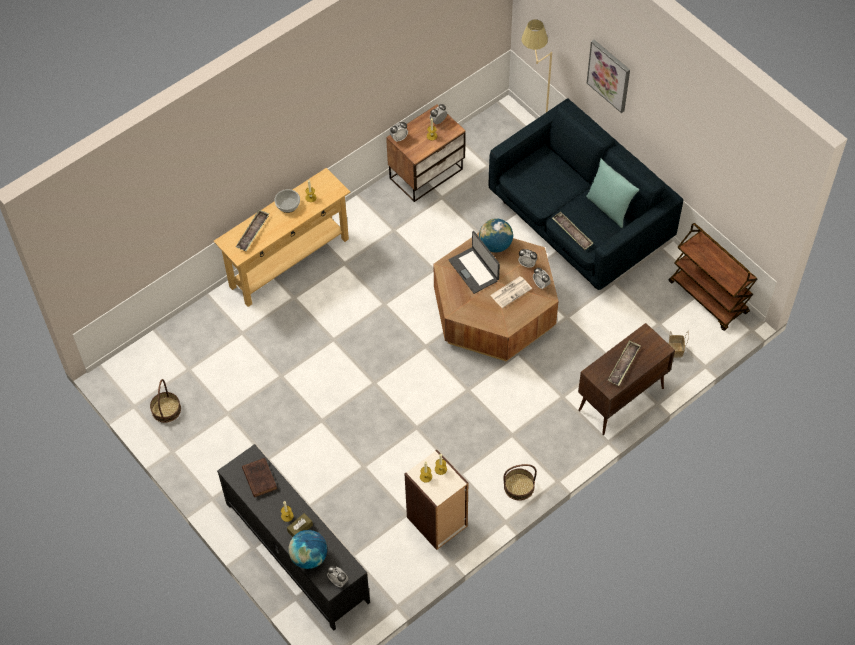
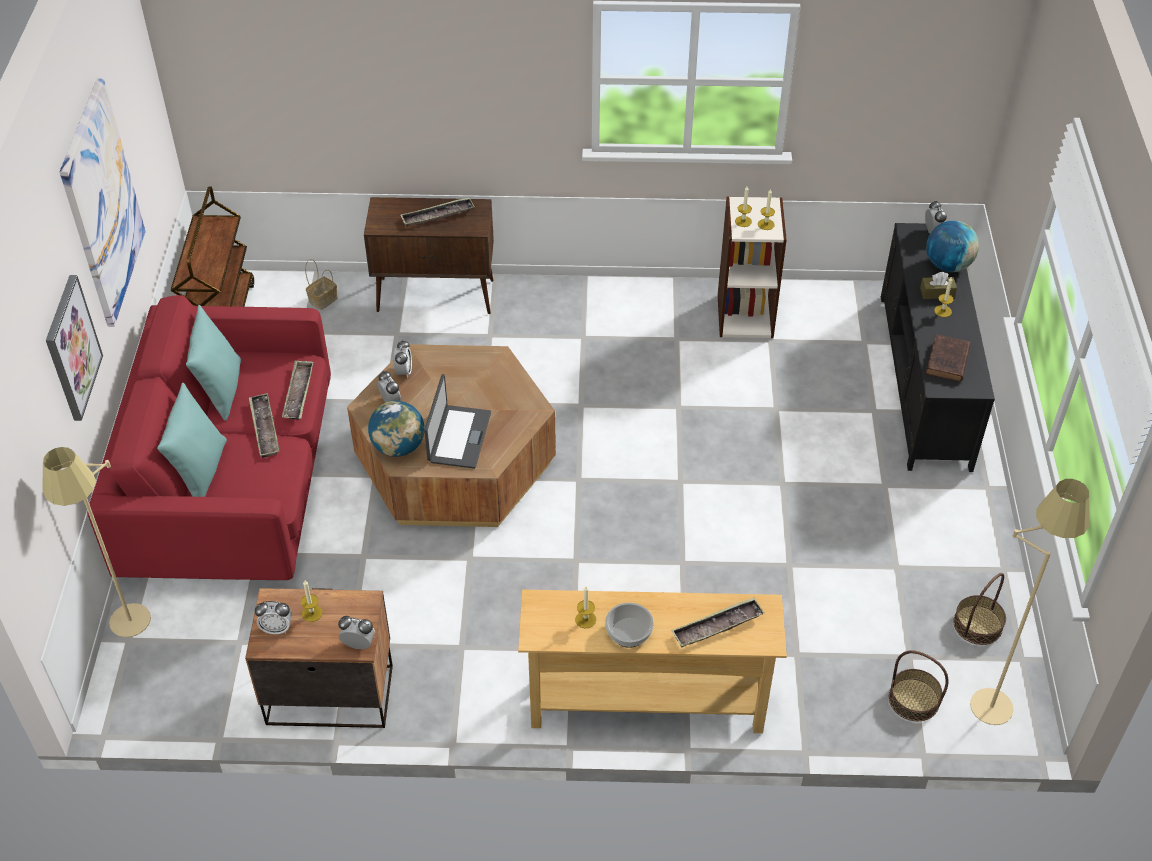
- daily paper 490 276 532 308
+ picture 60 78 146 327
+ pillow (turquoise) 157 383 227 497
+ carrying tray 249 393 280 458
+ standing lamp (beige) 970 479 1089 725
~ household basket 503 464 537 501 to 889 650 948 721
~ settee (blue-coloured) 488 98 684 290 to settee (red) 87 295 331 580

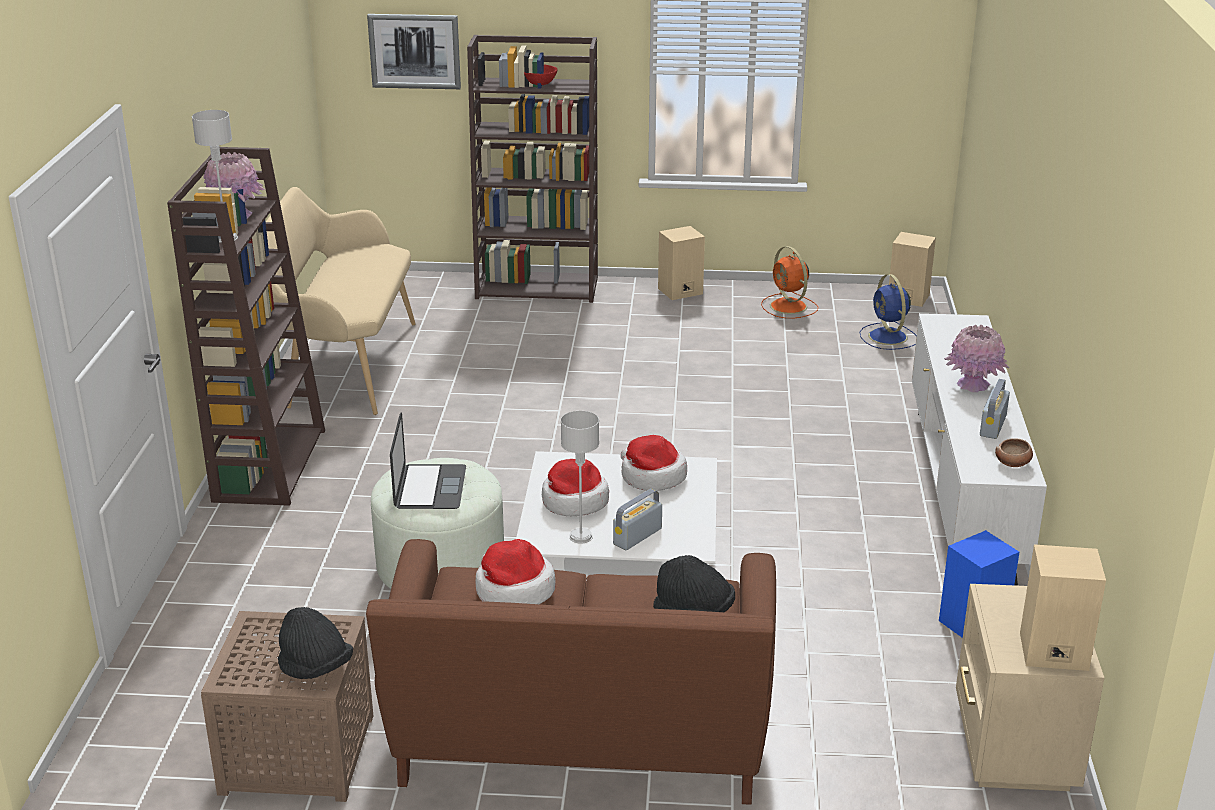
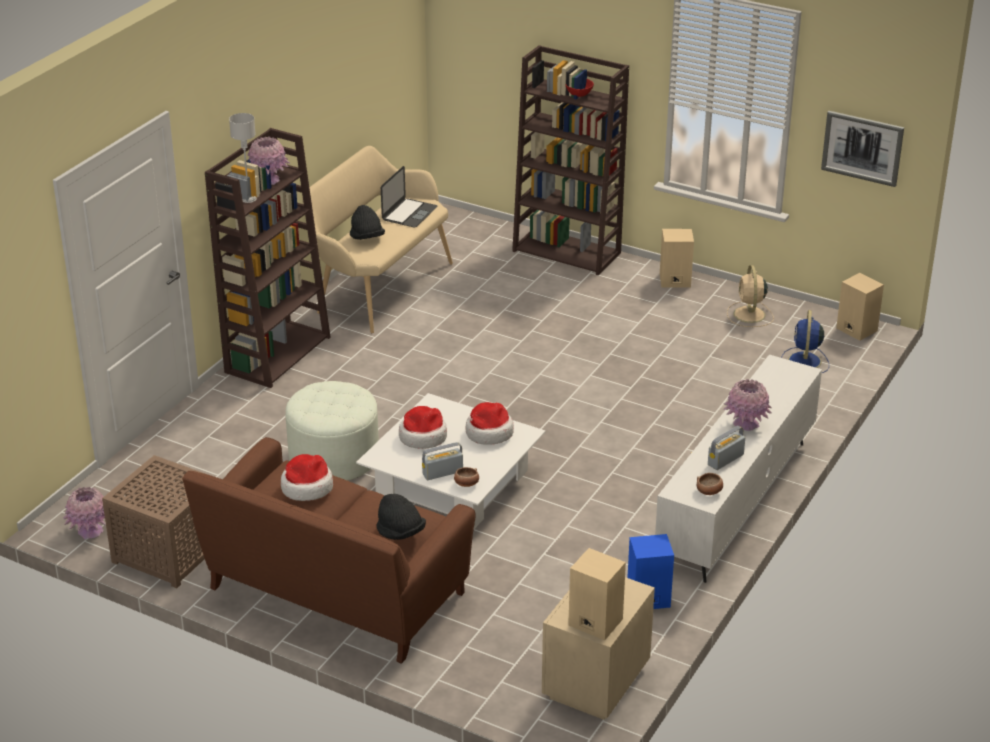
- tabletop lamp (gray) 561 411 599 543
+ flower vase (pink) 63 487 105 539
+ serving bowl 454 467 479 487
~ clothing hat (blackish) 278 607 353 679 to 350 205 385 240
~ picture 367 14 461 89 to 821 111 904 187
~ laptop 390 412 466 509 to 381 166 437 227
~ fan (orange-coloured) 761 246 818 318 to fan (beige) 727 265 774 327

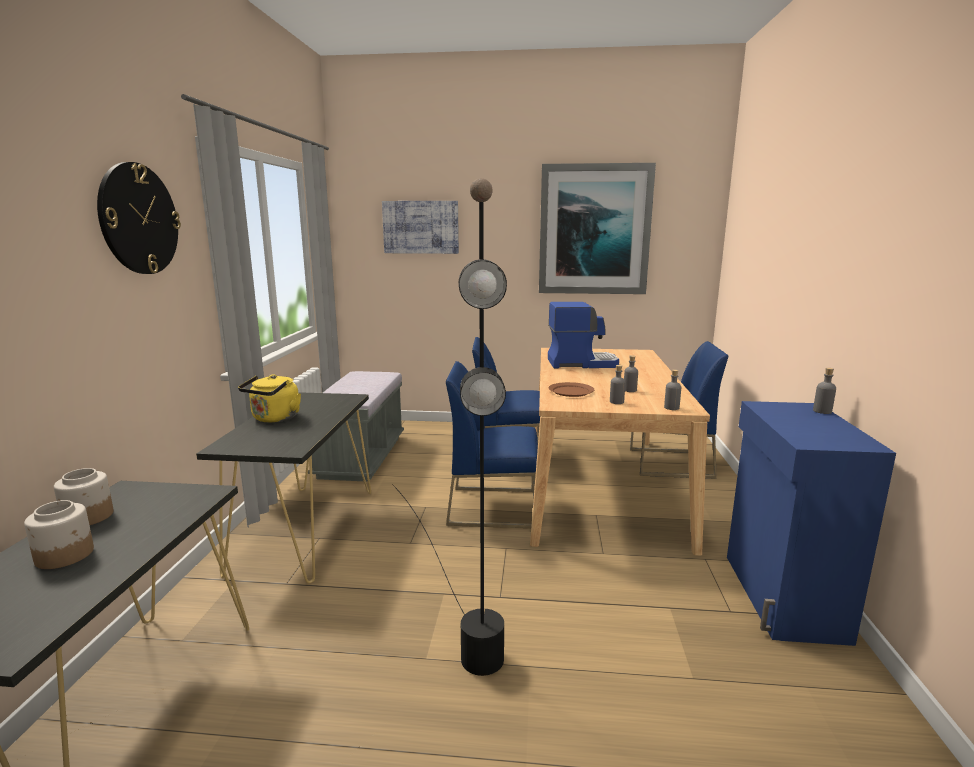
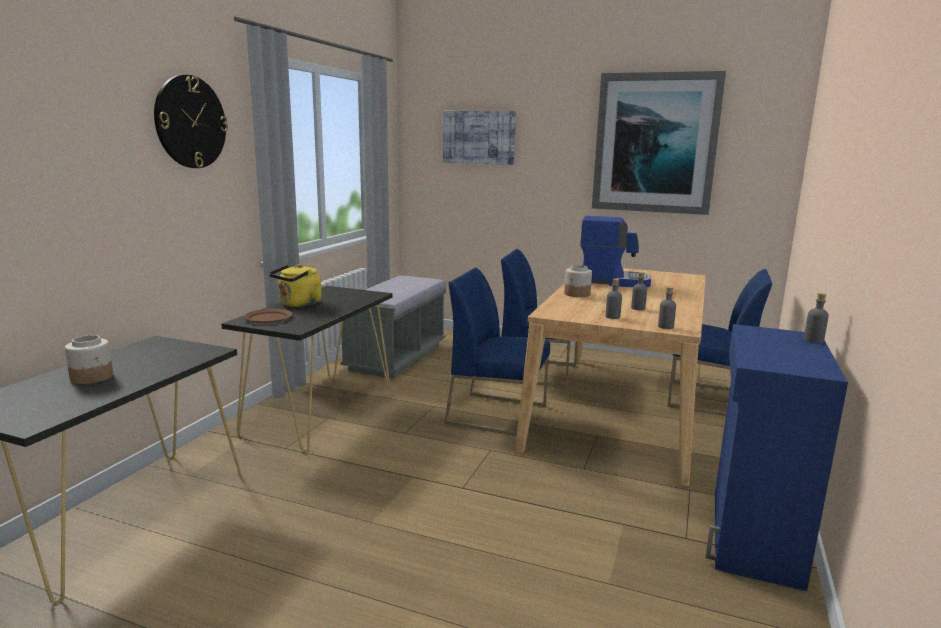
- standing lamp (blackish) 392 178 507 676
~ preserve jar 54 468 114 525 to 564 265 592 297
~ flat dish (brown-coloured) 549 382 594 397 to 244 309 293 323

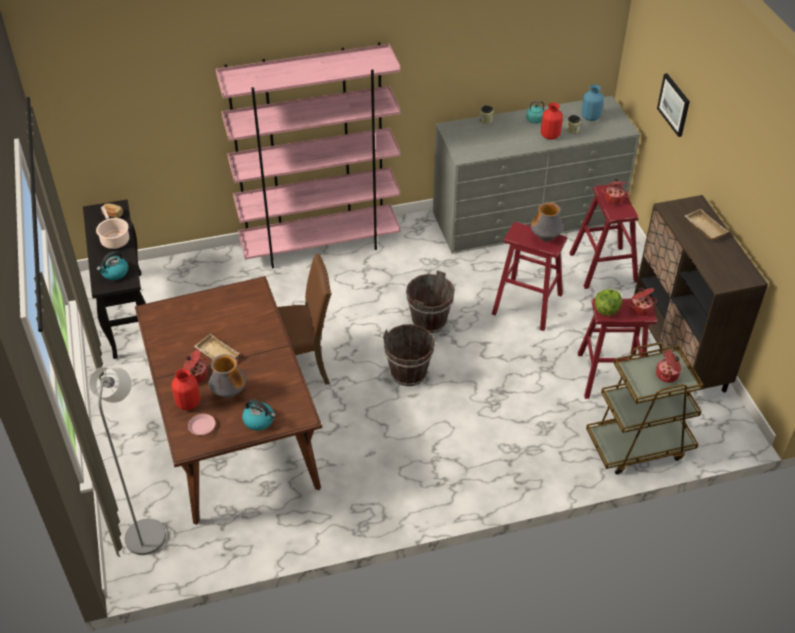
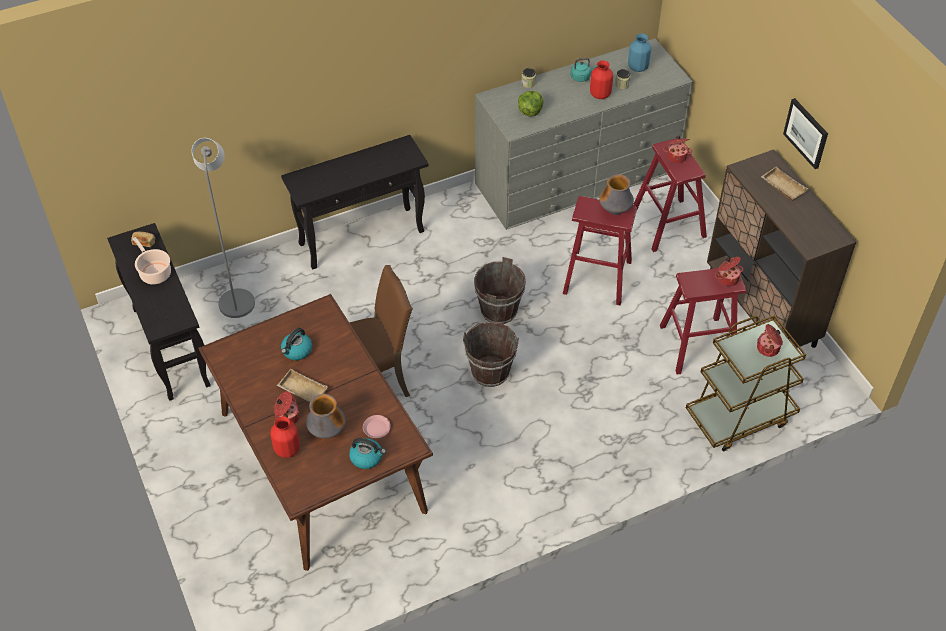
~ standing lamp (gray) 89 367 166 555 to 192 138 255 318
~ tea kettle 97 251 128 280 to 281 328 312 360
~ flat dish (pink) 188 414 215 435 to 363 415 391 438
~ lettuce head 595 289 622 316 to 518 91 543 117
~ picture 657 73 690 137 to 783 98 828 169
~ bookcase (pink) 216 42 401 269 to console table (blackish) 281 135 429 269

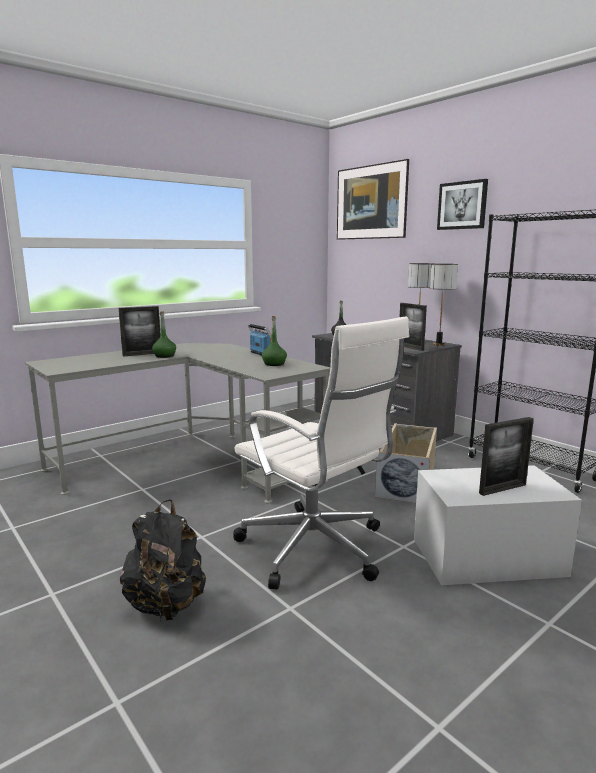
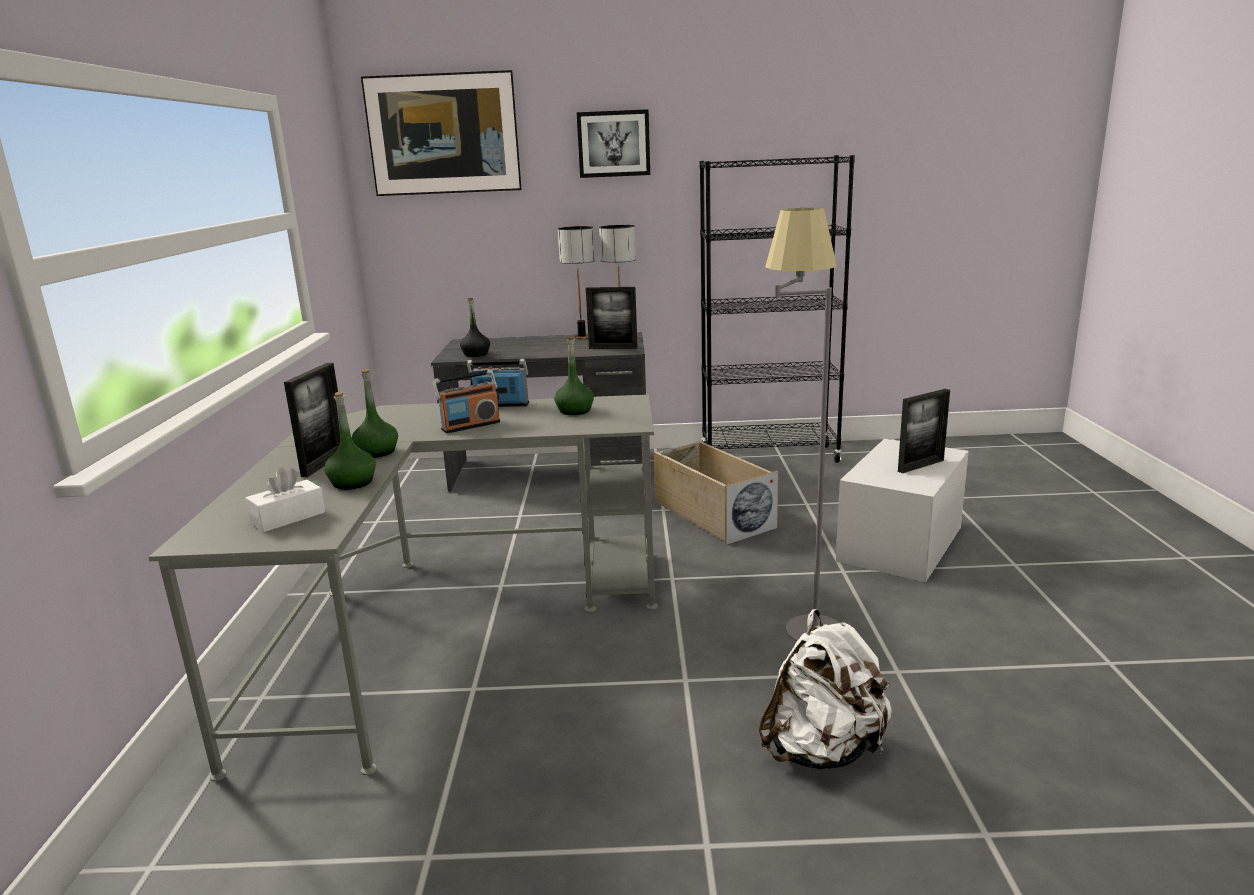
+ tissue holder (whitish) 245 467 325 532
+ beverage bottle (greenish) 324 391 376 490
+ radio 432 369 500 433
~ desk chair (whitish) 233 317 409 590 to standing lamp (gray) 765 208 839 641
~ rucksack (blackish) 120 499 206 621 to rucksack (whitish) 759 609 892 770
~ standing frame 479 417 534 496 = 898 389 950 473 45 degrees clockwise

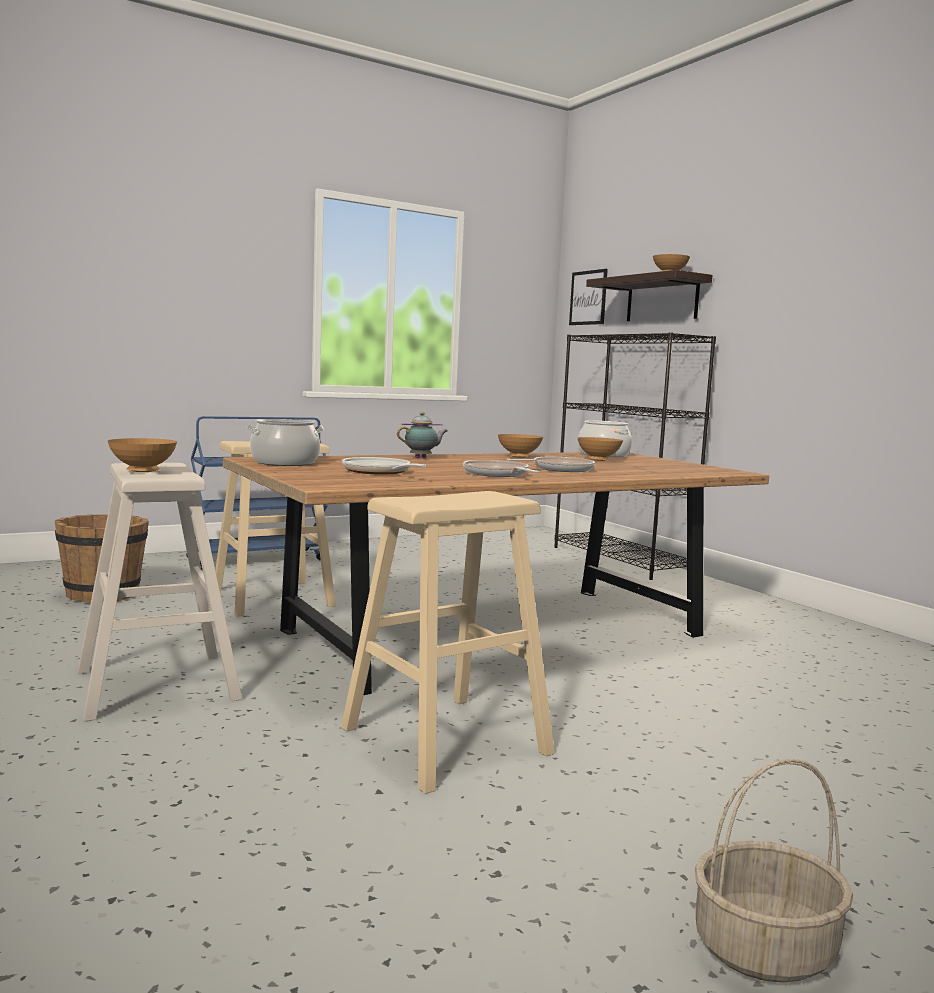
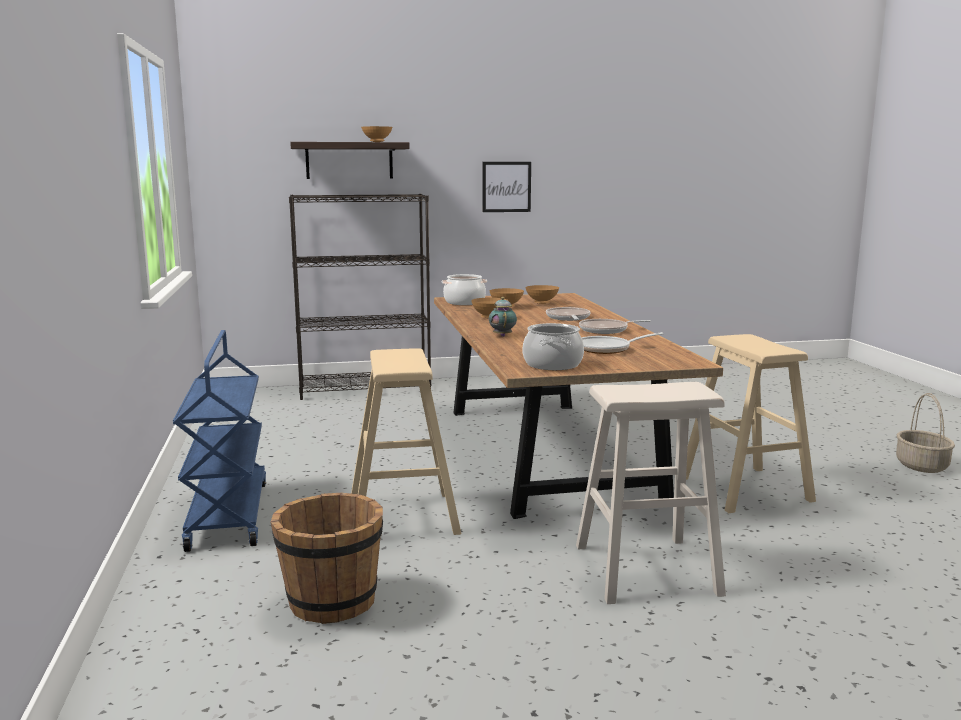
~ serving bowl (brown-coloured) 108 438 177 472 to 525 285 559 304
~ picture 569 269 608 325 to 482 162 531 212

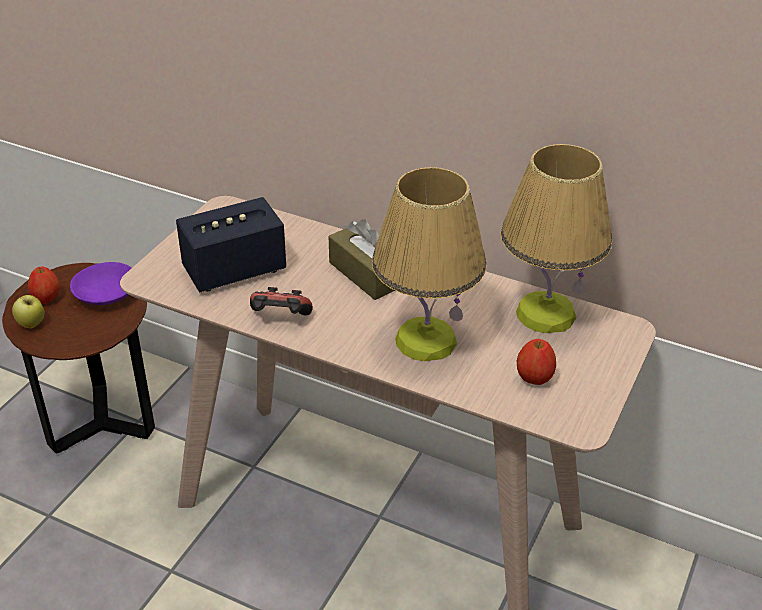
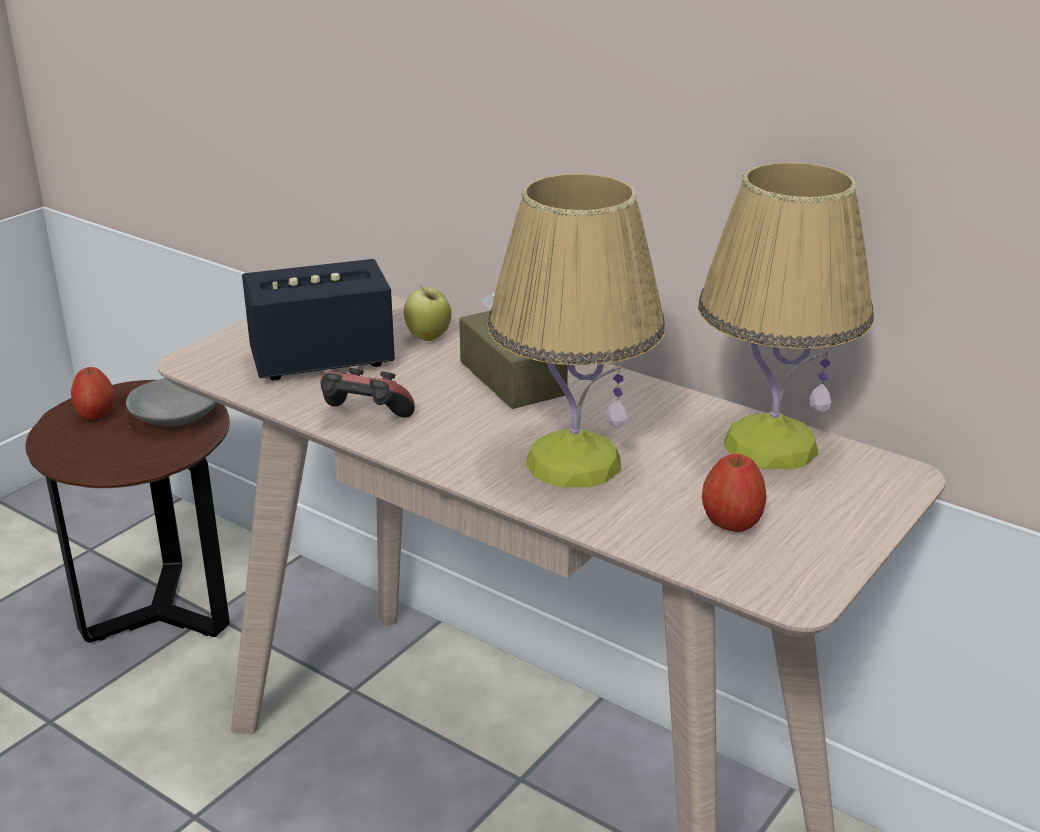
~ apple fruit 12 295 44 328 to 404 285 452 341
~ serving bowl (purplish) 70 262 131 305 to serving bowl (gray) 126 378 217 426

